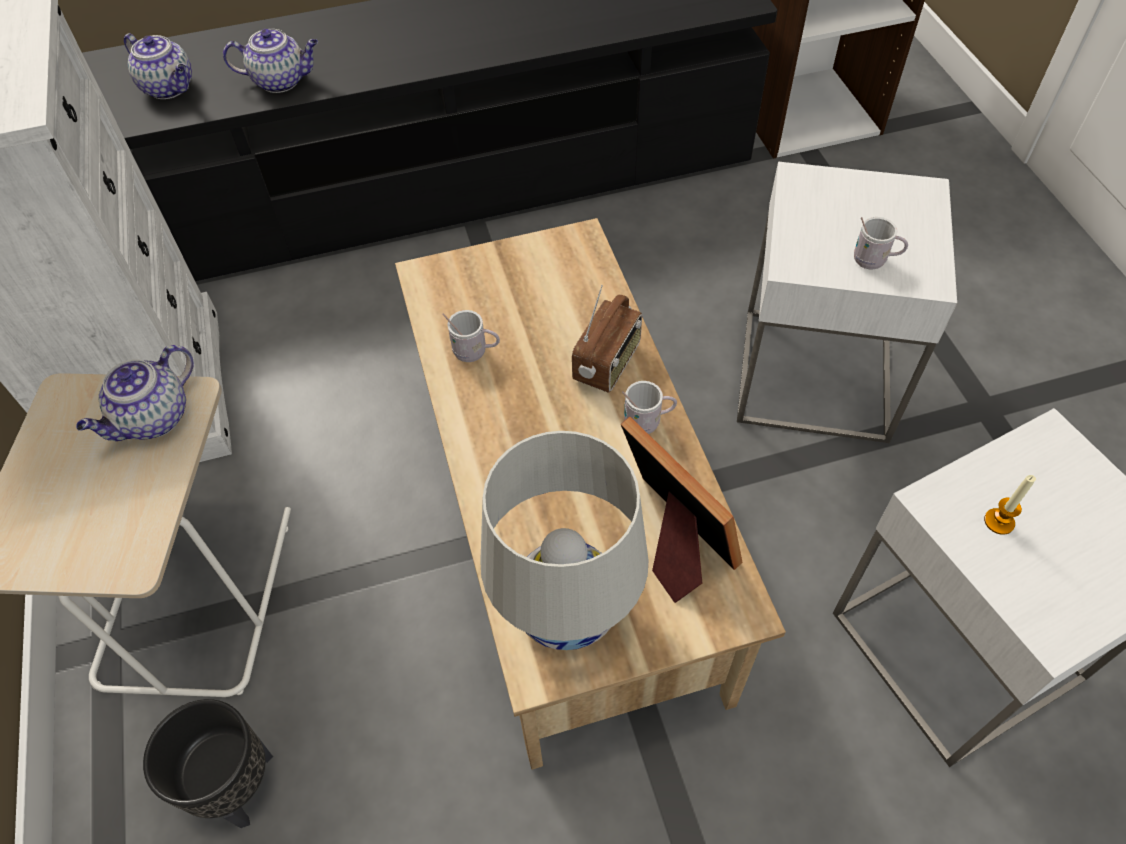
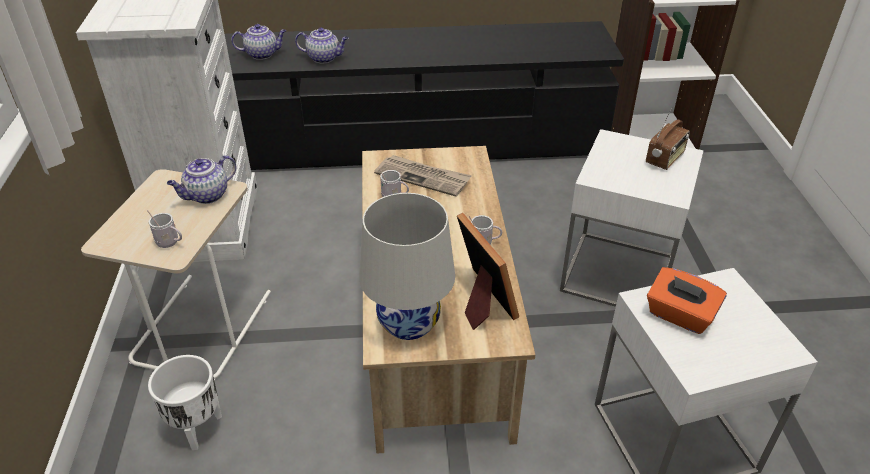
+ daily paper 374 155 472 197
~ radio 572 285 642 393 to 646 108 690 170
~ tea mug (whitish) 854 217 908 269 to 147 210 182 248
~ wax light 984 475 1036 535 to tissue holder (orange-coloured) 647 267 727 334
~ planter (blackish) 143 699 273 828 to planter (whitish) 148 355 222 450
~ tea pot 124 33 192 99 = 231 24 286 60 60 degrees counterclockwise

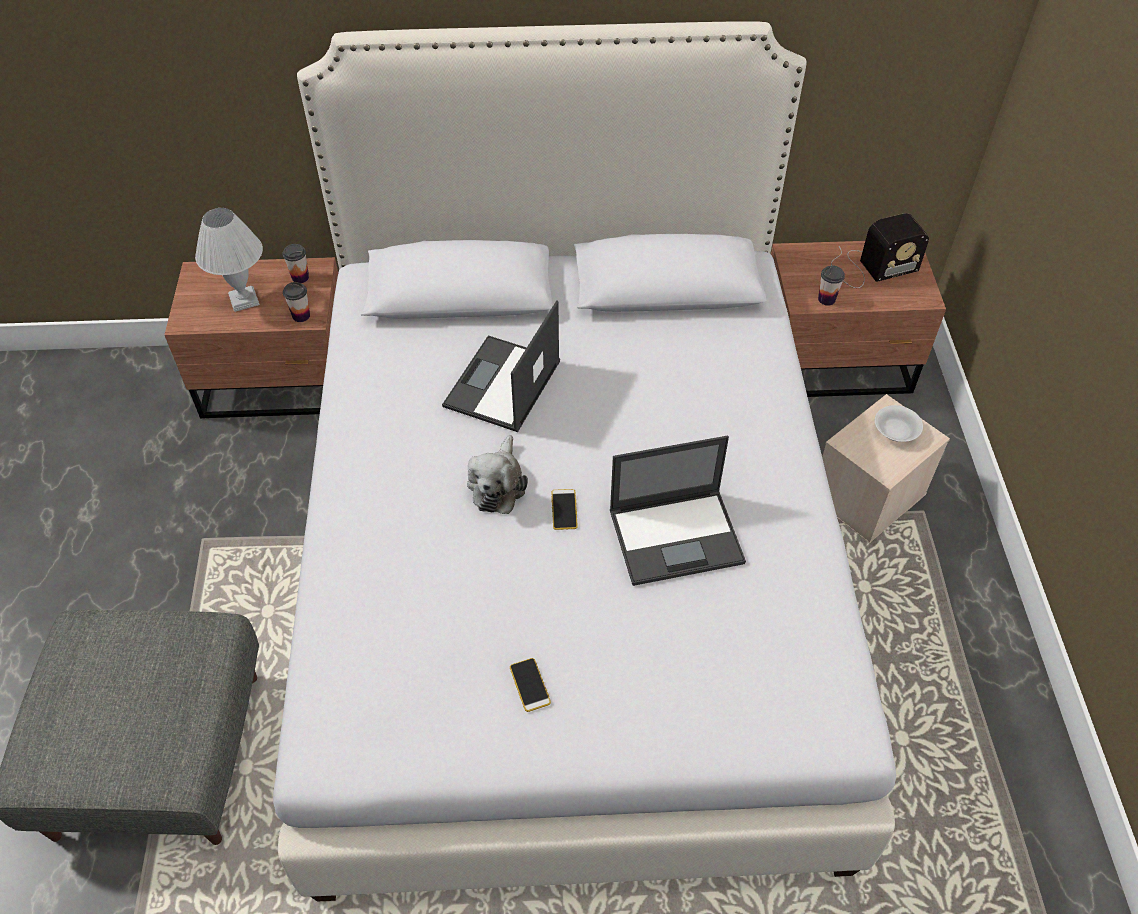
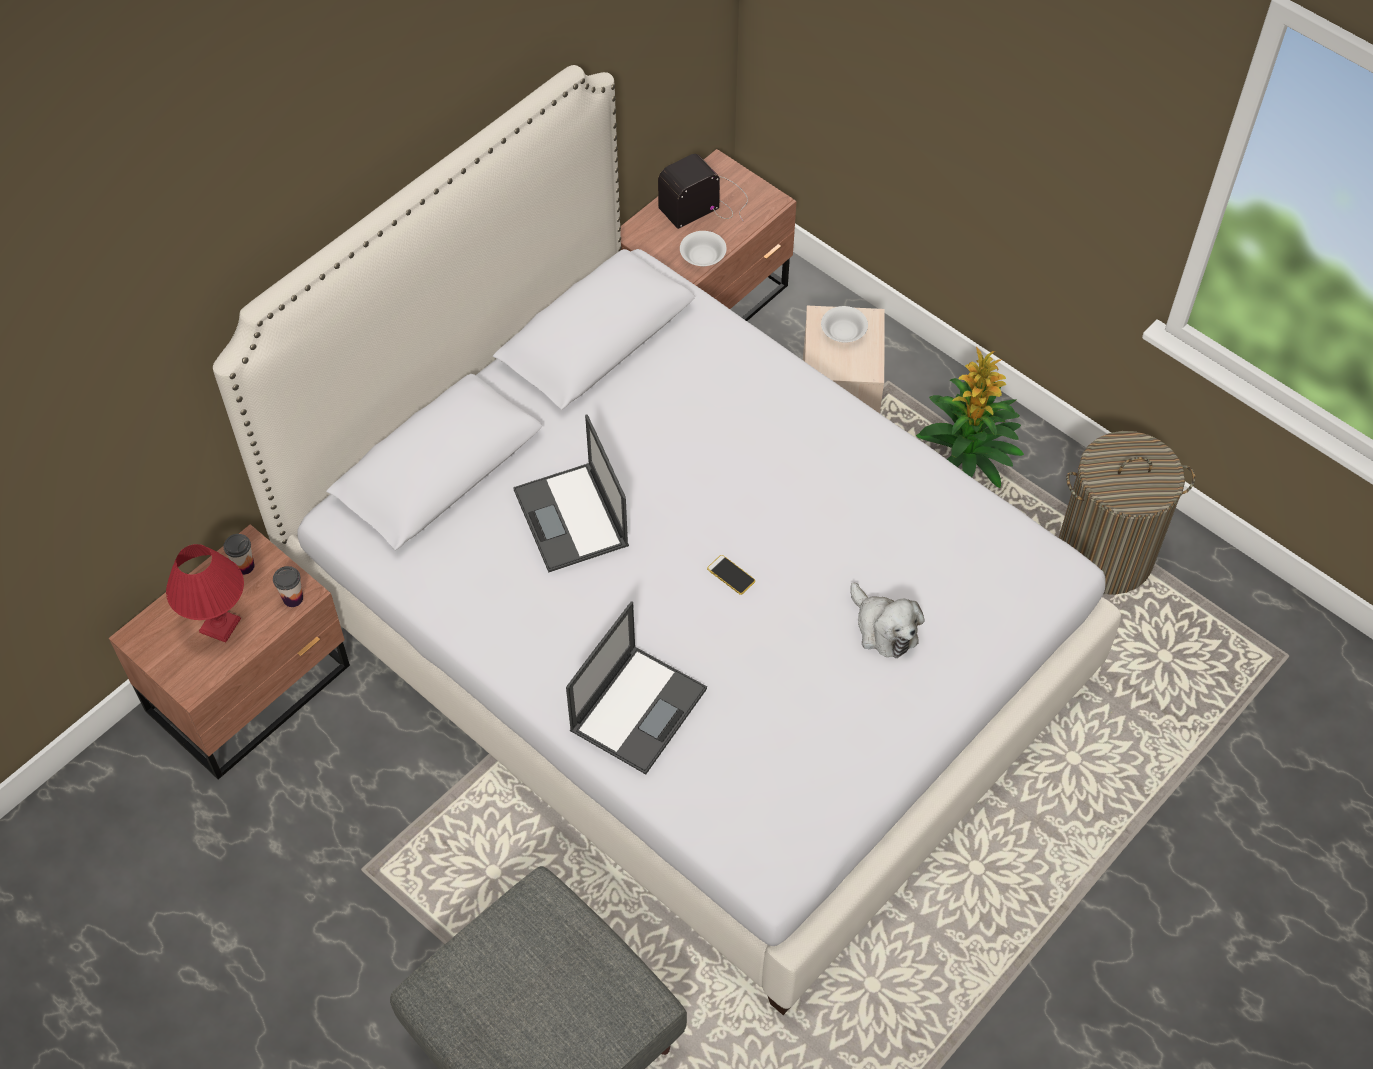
- handset 510 658 551 712
+ plant in a pot 916 346 1024 488
+ washing basket 1059 431 1195 595
~ soft toy 467 435 528 514 to 850 583 924 658
~ laptop 610 436 746 586 to 566 601 707 774
~ small cup 818 265 845 306 to serving bowl (whitish) 680 231 727 266
~ tabletop lamp (whitish) 195 208 263 312 to tabletop lamp (red) 166 544 244 643
~ radio 831 213 929 288 = 658 154 748 229 150 degrees counterclockwise

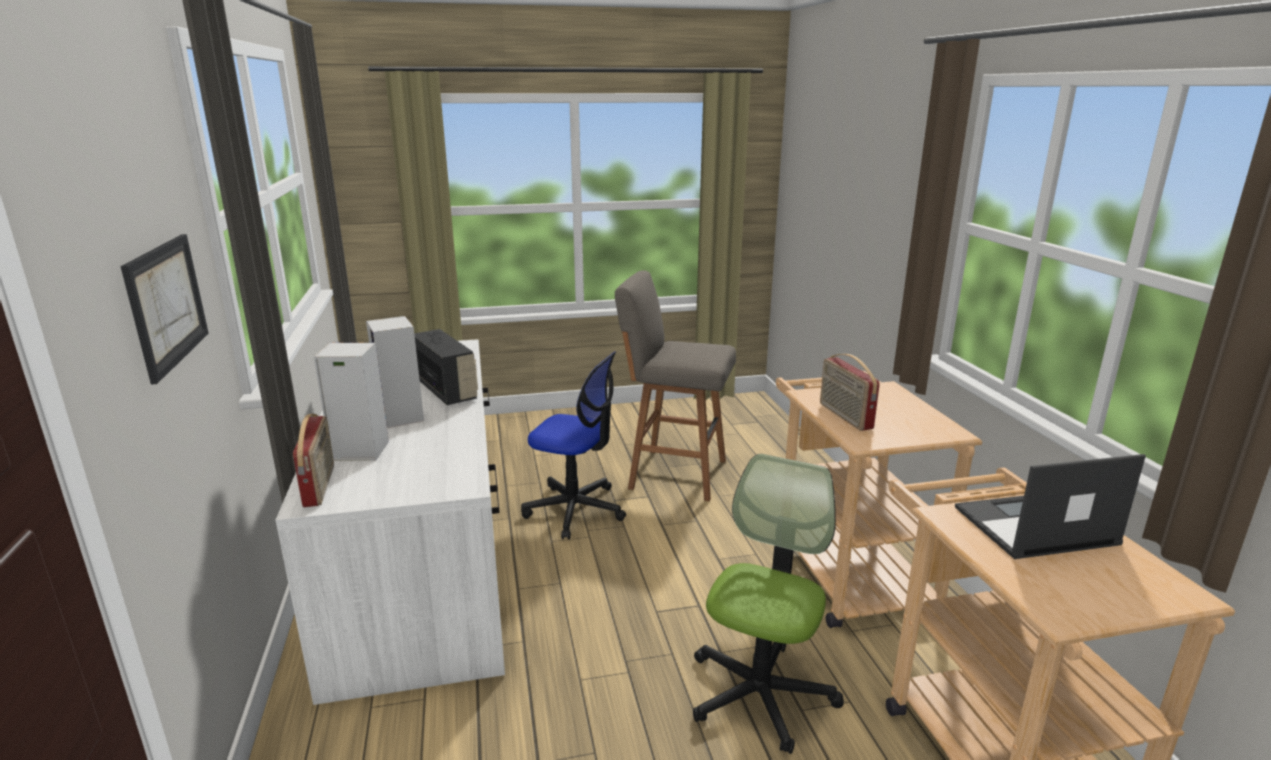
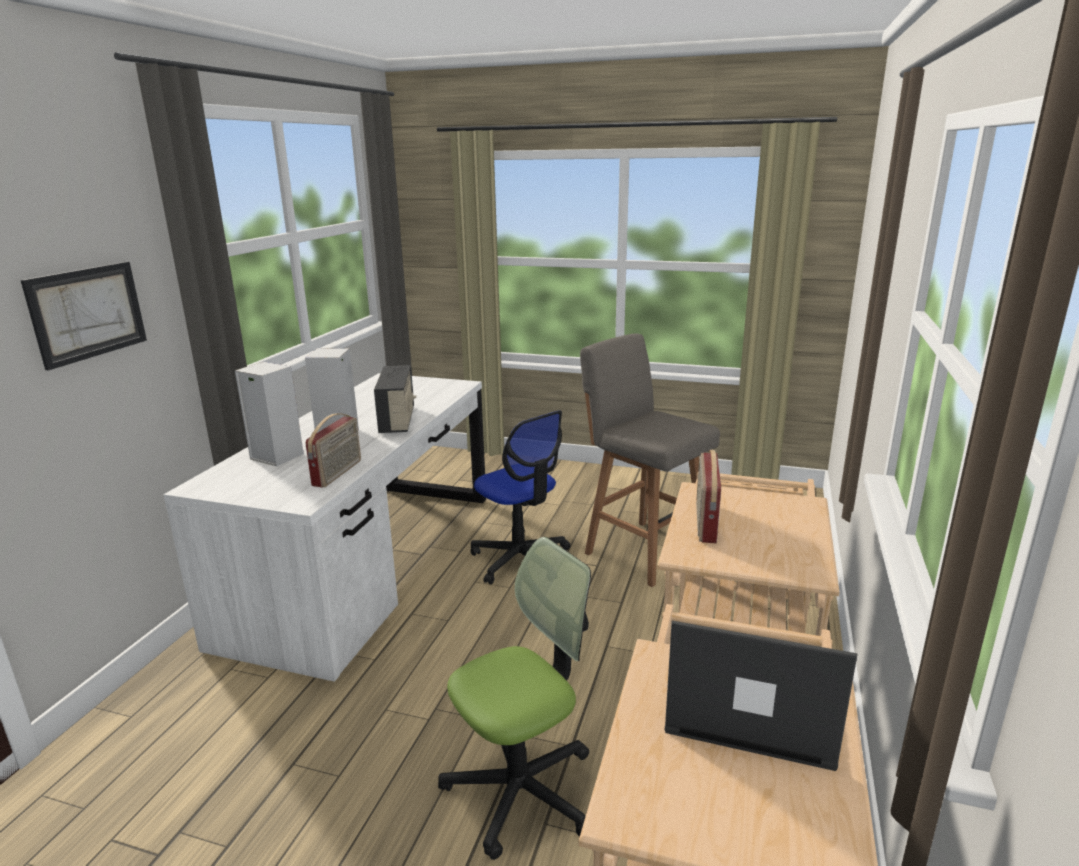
~ radio 293 414 334 507 to 305 413 361 488

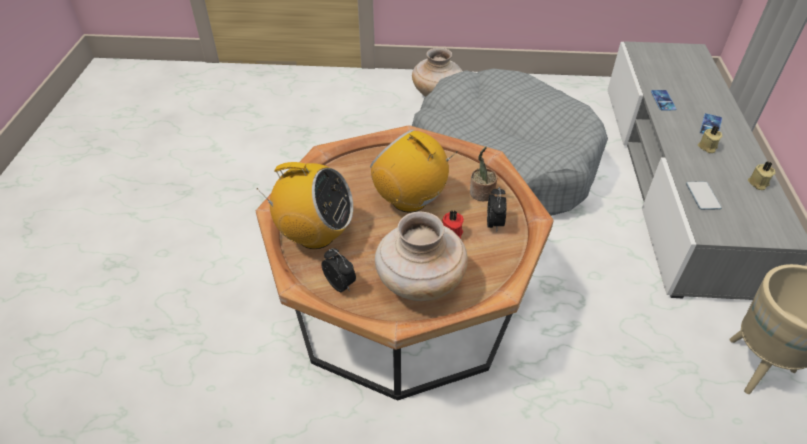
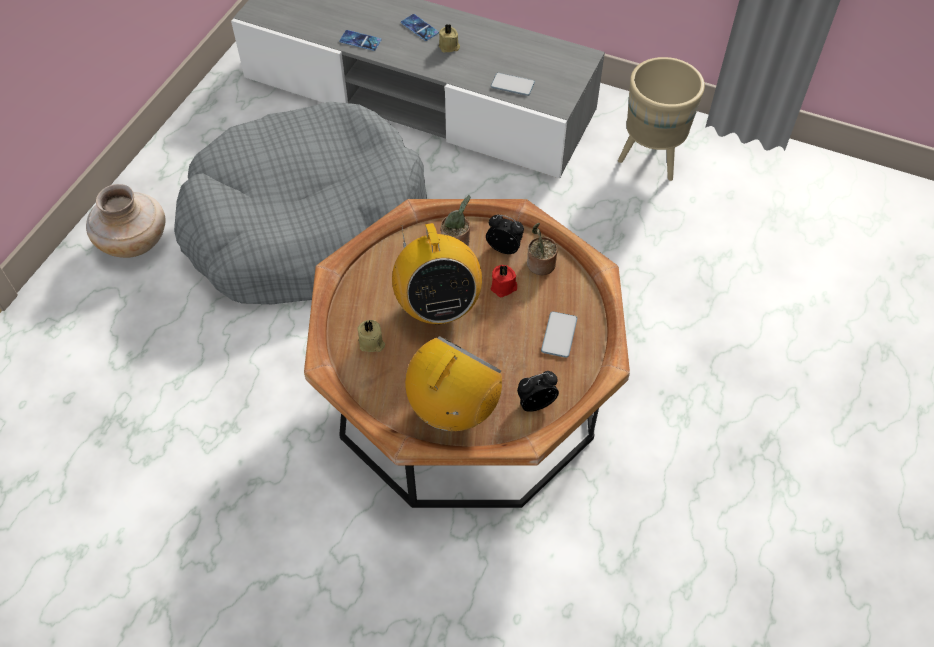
+ plant in a pot 527 223 558 275
~ wax light (beige) 748 162 775 190 to 357 320 385 352
~ flower vase (beige) 375 211 468 301 to handset 541 311 577 358
~ radio 370 129 458 213 = 392 223 482 325 75 degrees counterclockwise

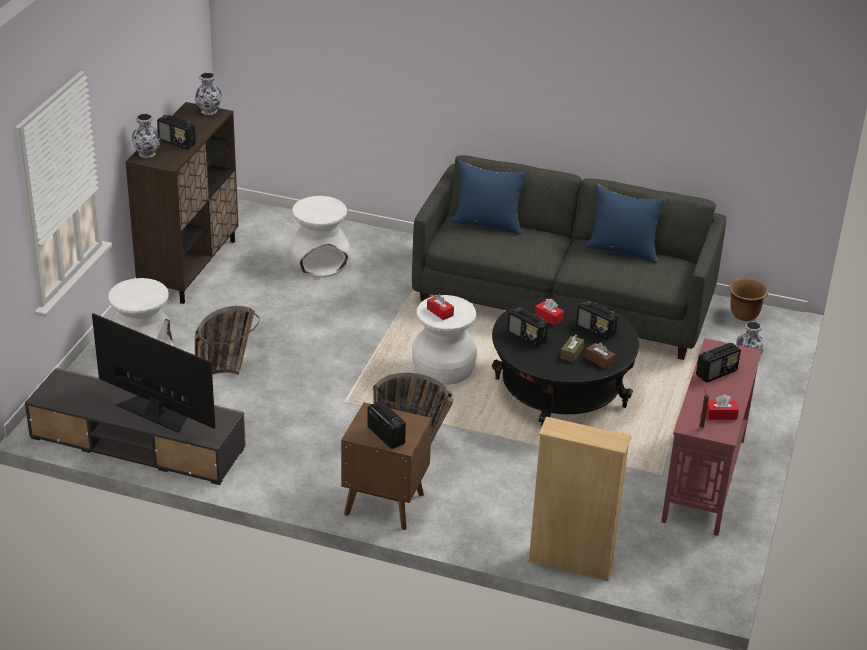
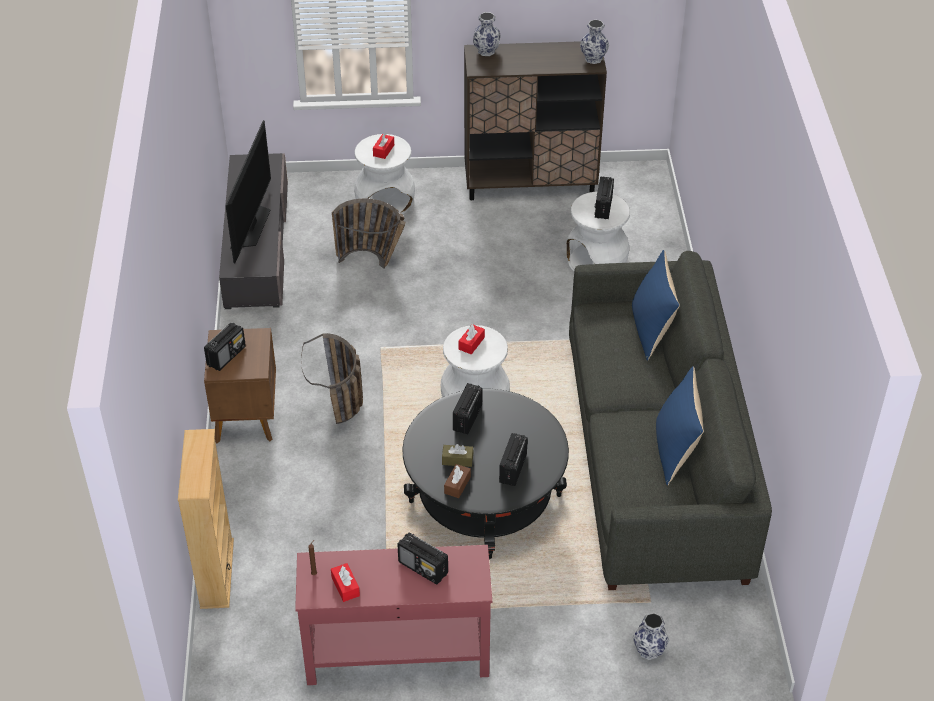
- planter (brown-coloured) 729 278 769 321
~ radio 157 115 196 150 to 594 176 614 219
~ tissue holder (red) 535 299 564 326 to 373 133 394 159

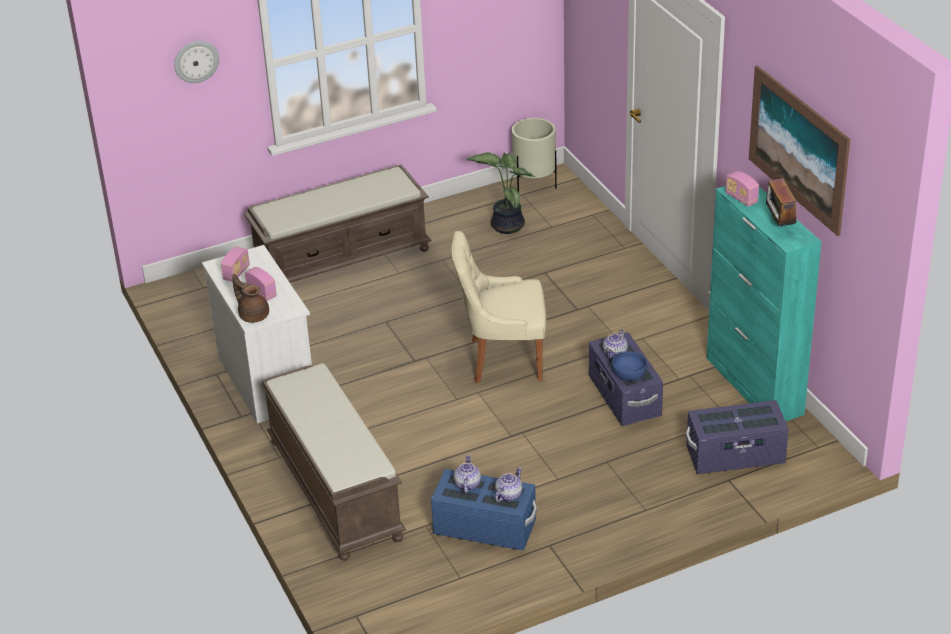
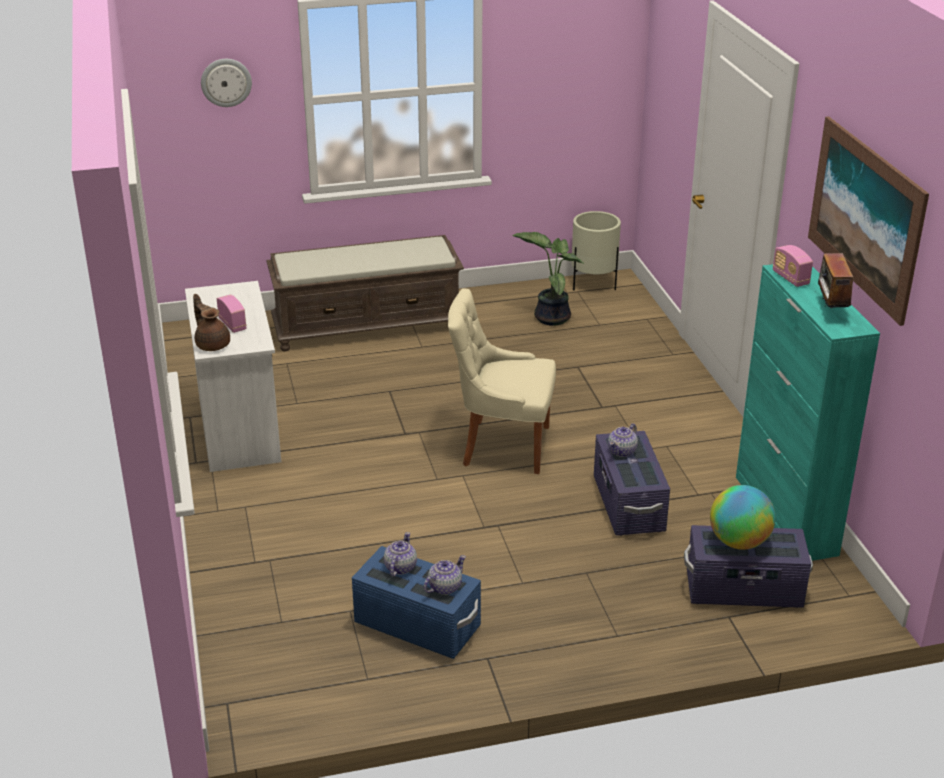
- radio 221 247 250 282
- long seat (brown-coloured) 260 363 406 561
- serving bowl (blue-coloured) 611 352 647 381
+ world globe 710 485 775 550

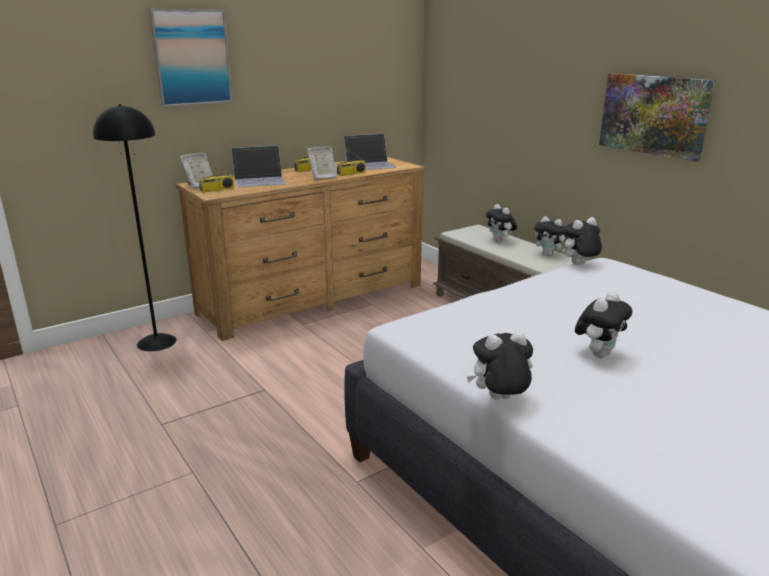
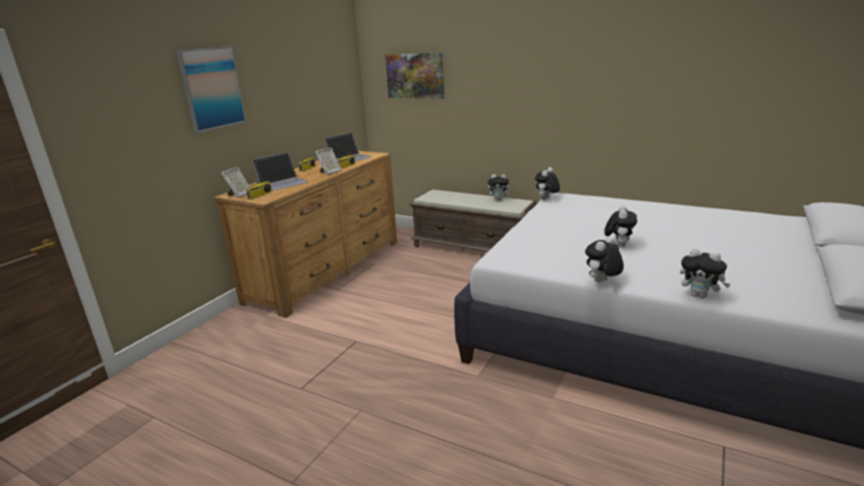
- standing lamp (blackish) 93 104 176 351
~ soft toy 486 204 517 242 to 680 248 731 299
~ picture 599 73 715 162 to 385 53 444 99

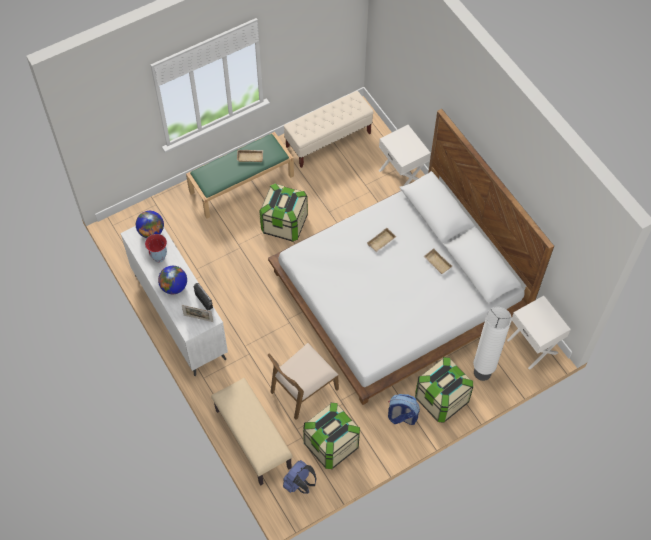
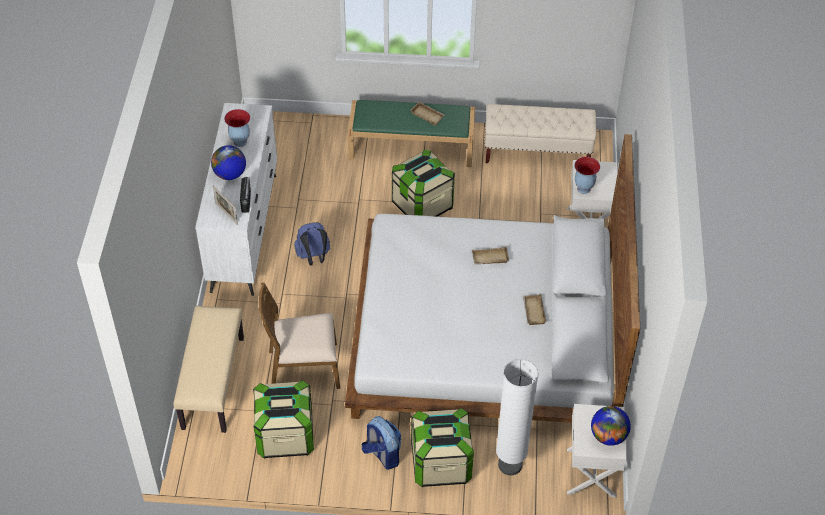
+ flower vase 574 157 600 194
~ world globe 136 211 164 238 to 591 406 631 446
~ rucksack (blue-coloured) 283 460 317 494 to 294 222 330 265

